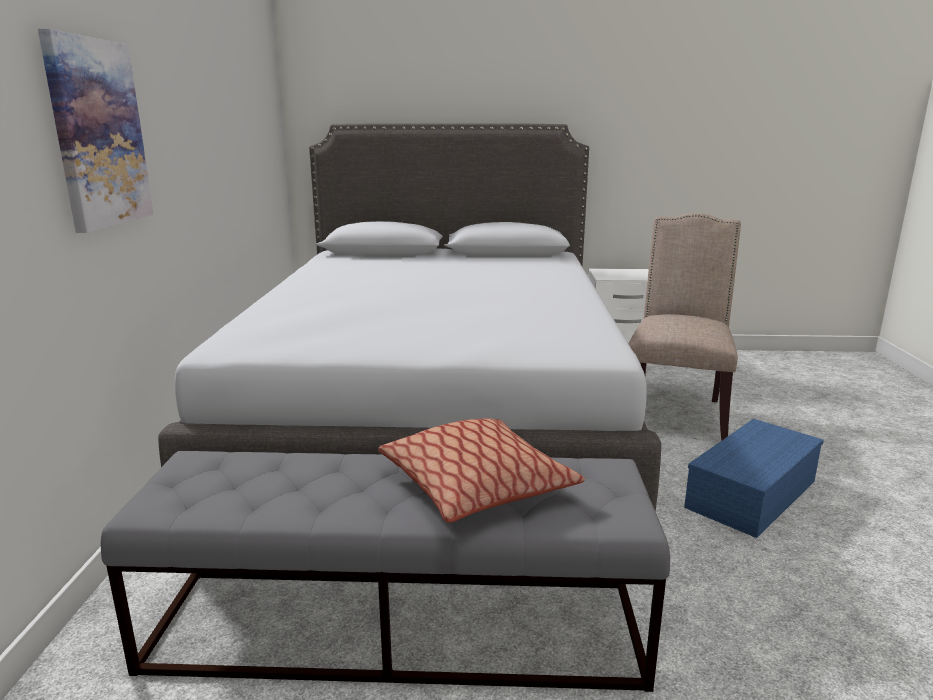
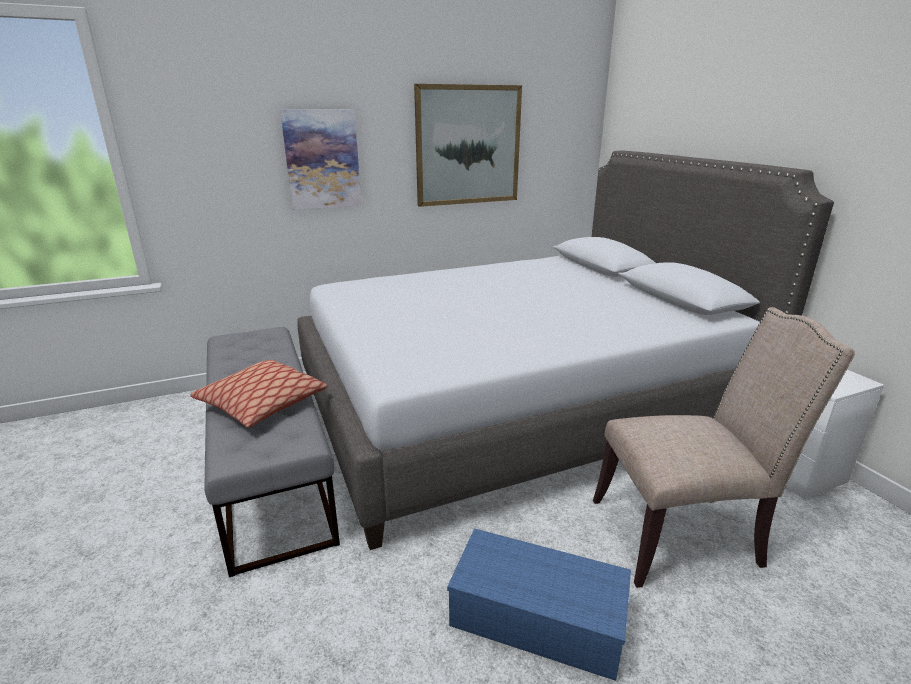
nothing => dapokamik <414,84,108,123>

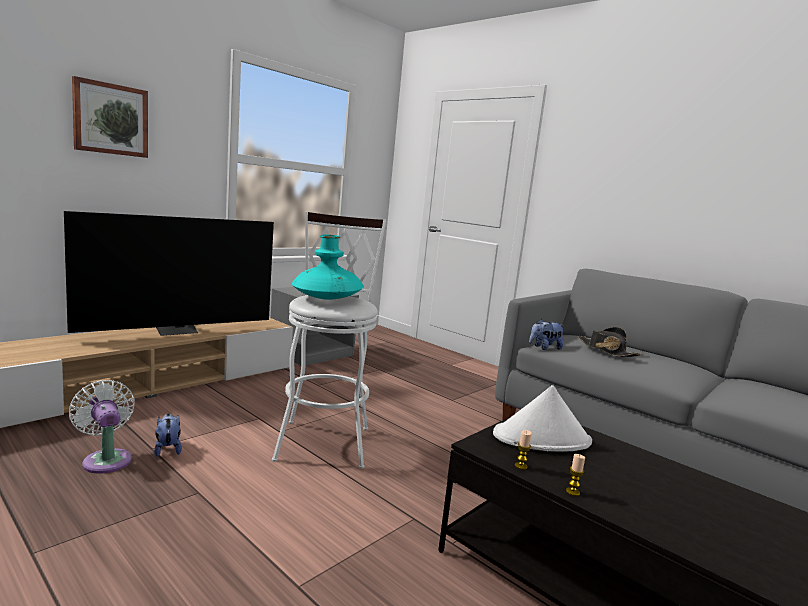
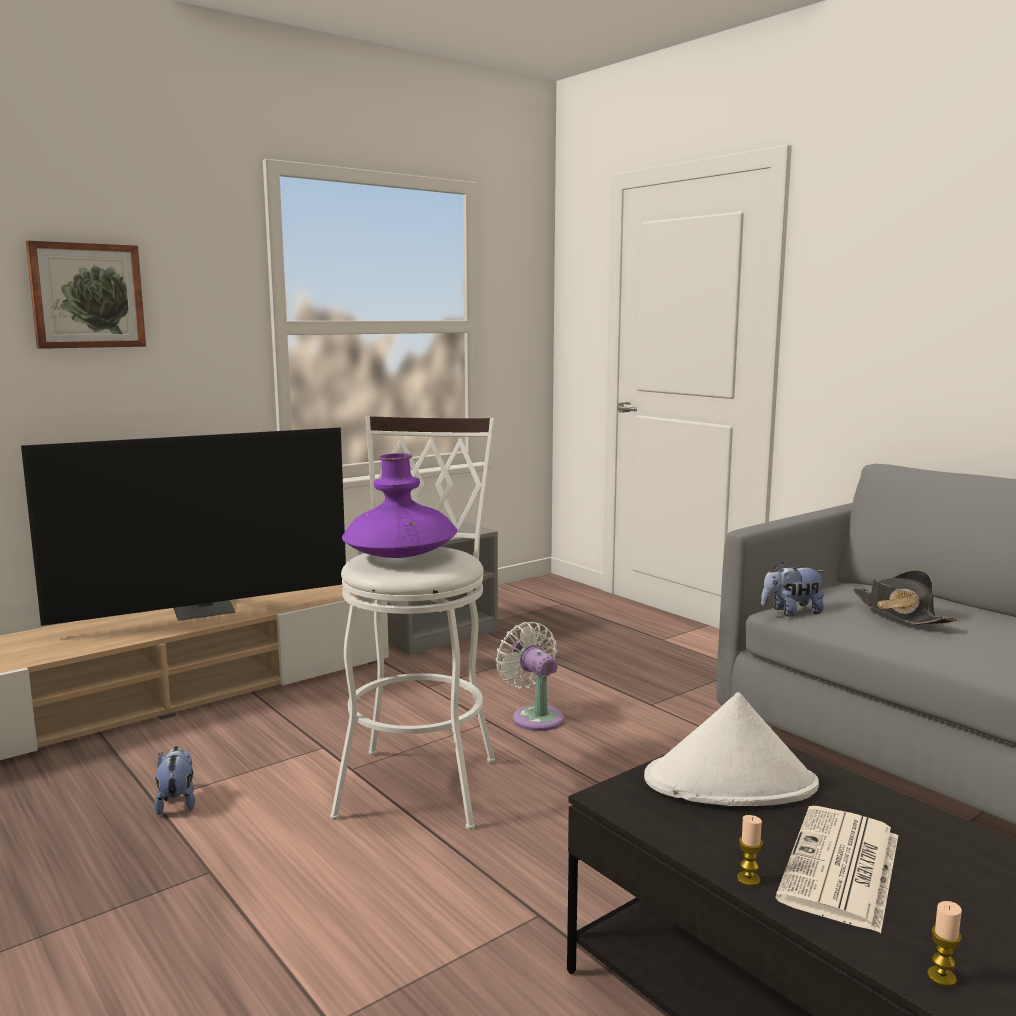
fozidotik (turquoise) <292,235,72,65> => fozidotik (purple) <342,453,115,105>
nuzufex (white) <69,380,66,94> => nuzufex (white) <496,622,68,109>, shifted
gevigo <515,430,17,40> => gevigo <927,901,35,86>, shifted
nothing => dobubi <775,806,124,127>

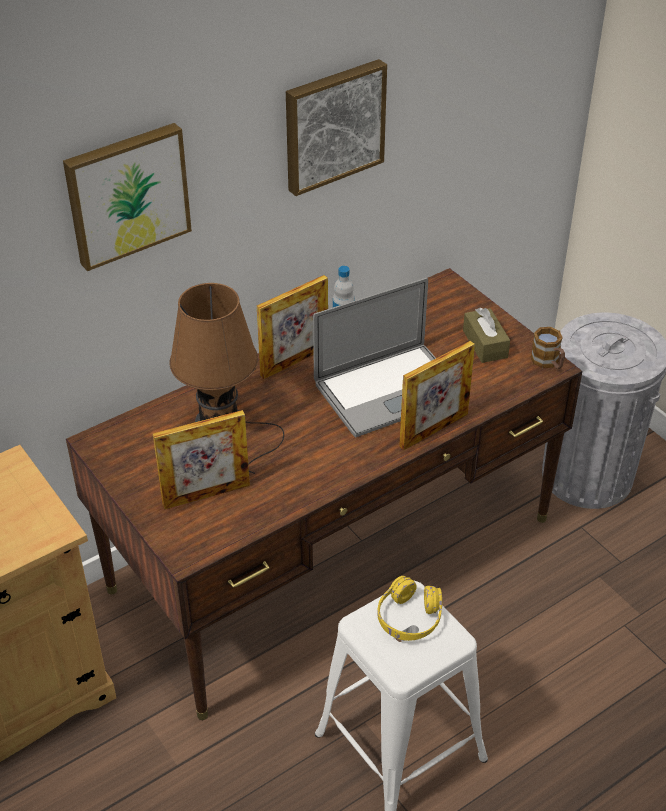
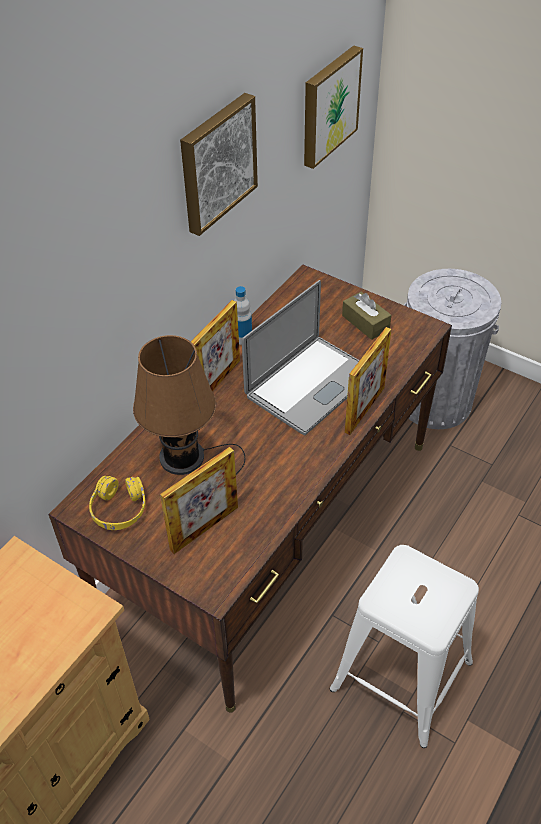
dapokamik <63,123,129,148> => dapokamik <304,45,59,124>, shifted
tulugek <531,327,34,42> => nothing
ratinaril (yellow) <377,576,65,65> => ratinaril (yellow) <89,476,57,54>, shifted

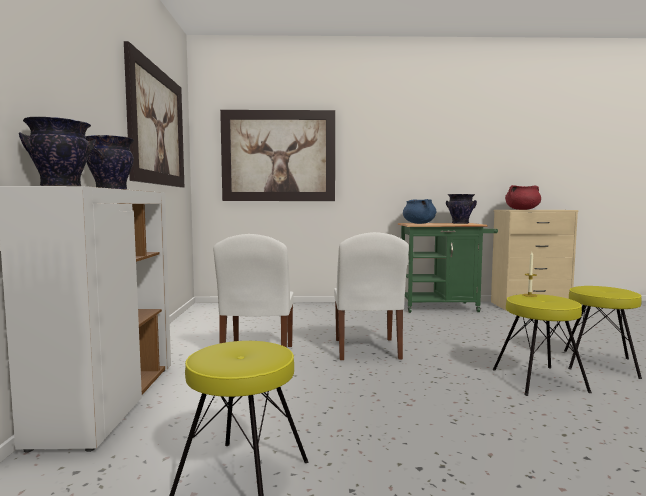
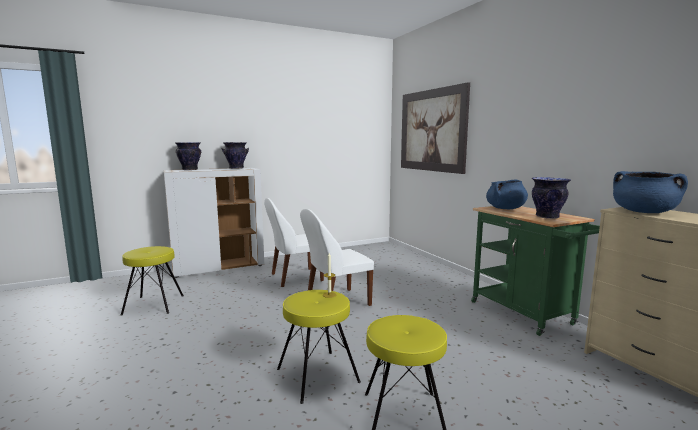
dapokamik <124,41,60,146> => nothing
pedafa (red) <505,185,36,25> => pedafa (blue) <613,171,75,42>

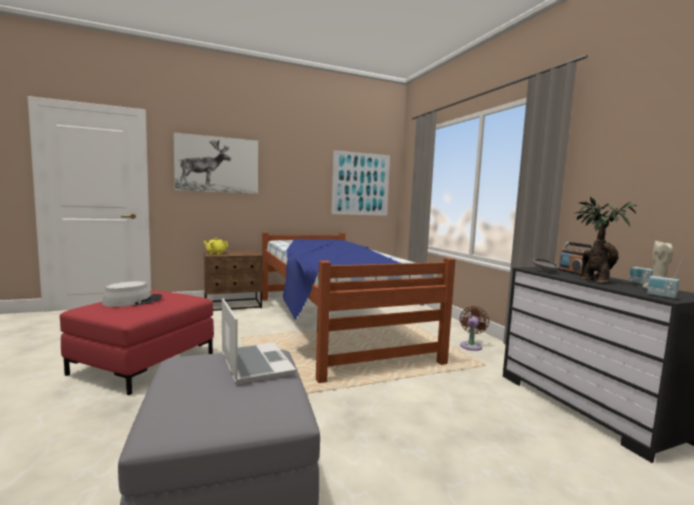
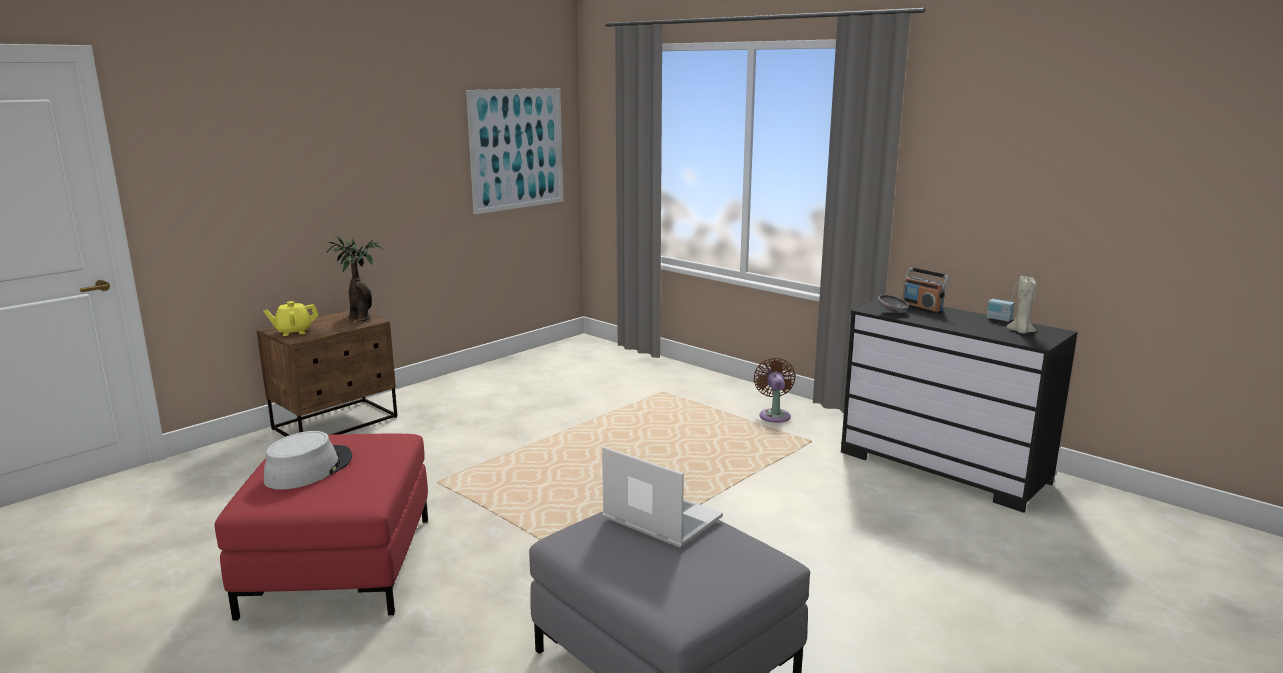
dapokamik <173,133,85,61> => nothing
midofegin <574,197,64,86> => midofegin <326,236,57,86>, shifted
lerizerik <262,232,193,151> => nothing
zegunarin <647,259,36,40> => nothing

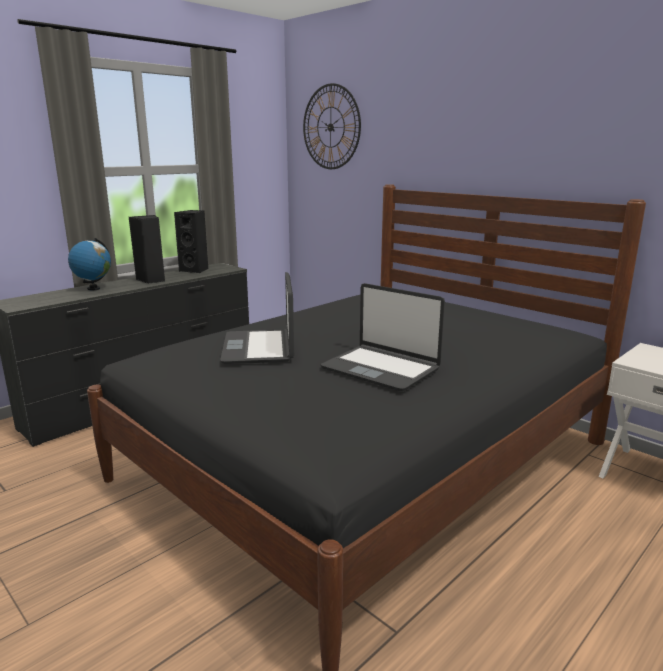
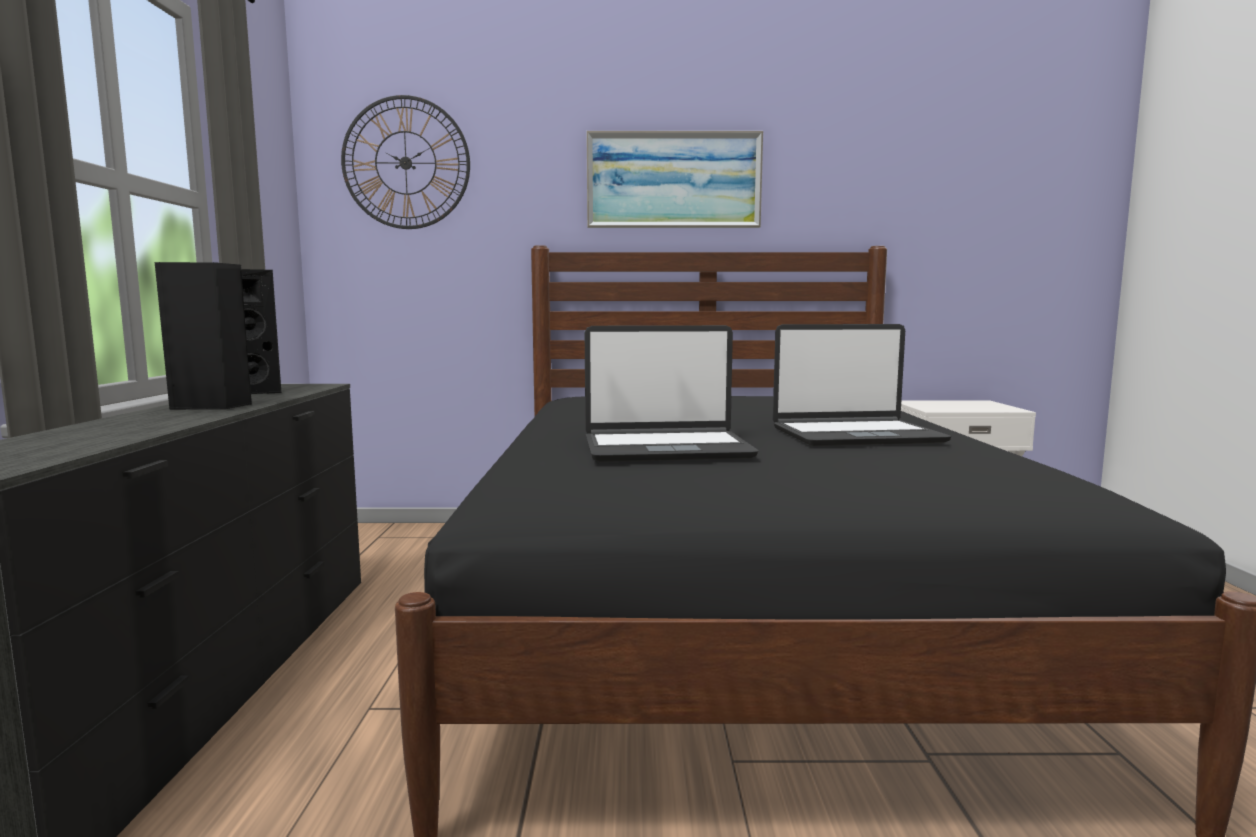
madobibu <68,238,43,52> => nothing
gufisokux <220,272,74,92> => gufisokux <585,325,173,137>, 45 degrees counterclockwise
nothing => dapokamik <586,131,177,97>

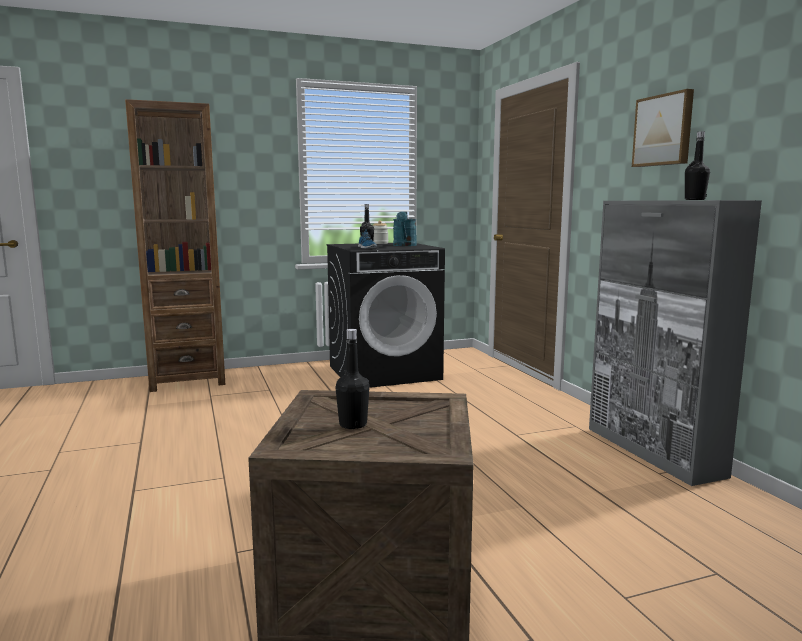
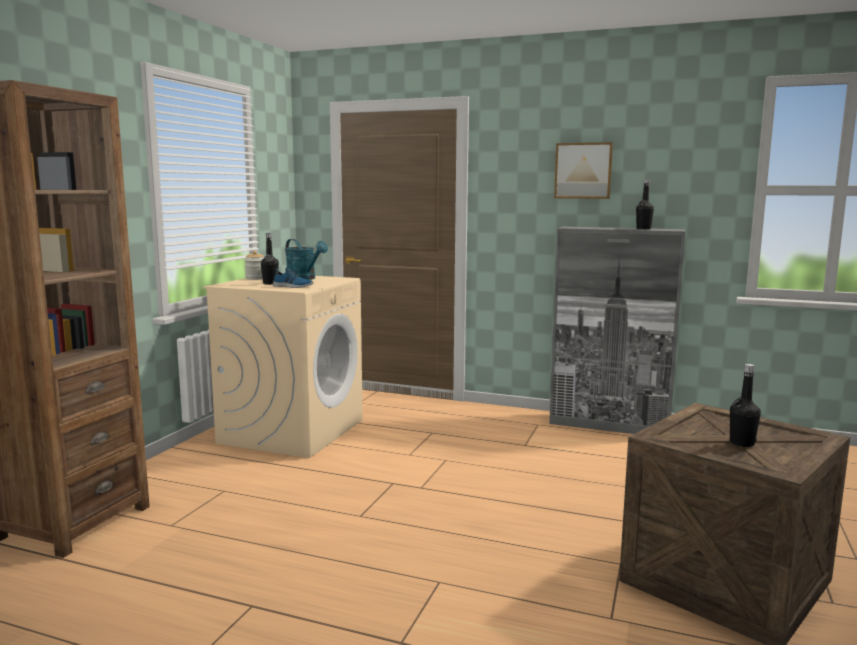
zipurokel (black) <327,243,118,145> => zipurokel (beige) <203,276,160,182>

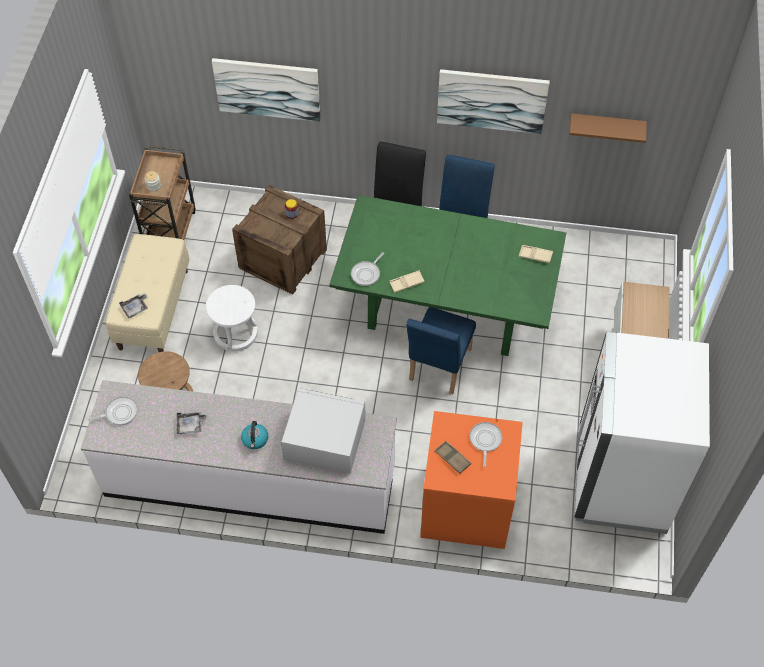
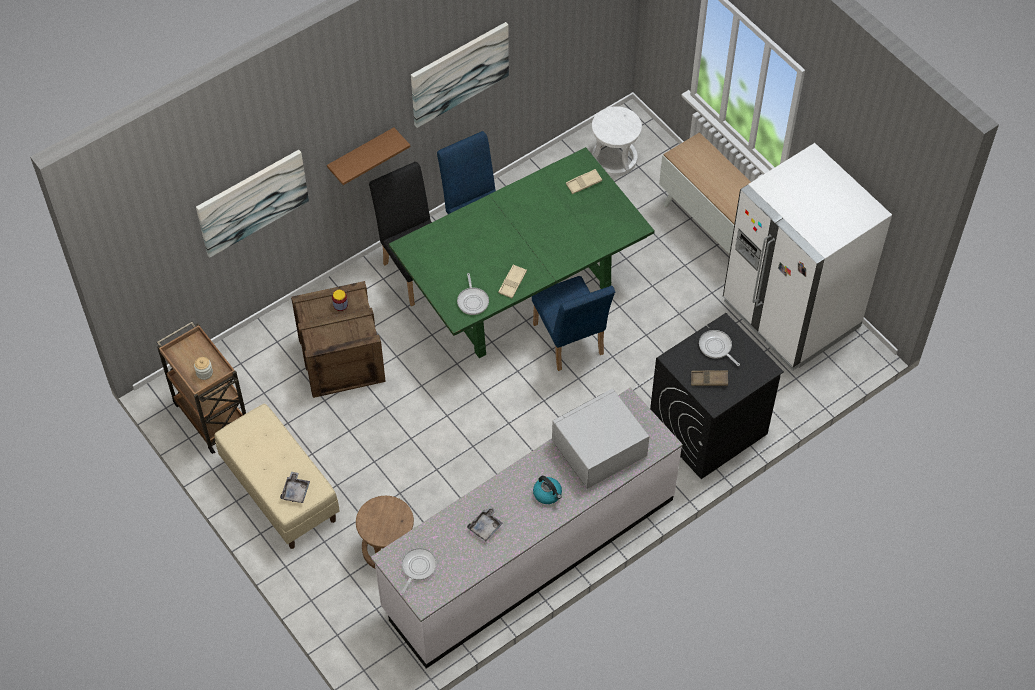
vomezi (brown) <569,113,78,30> => vomezi (brown) <327,127,83,58>, shifted
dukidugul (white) <206,285,52,67> => dukidugul (white) <592,106,50,71>, shifted
zipurokel (orange) <420,411,103,138> => zipurokel (black) <650,313,134,166>

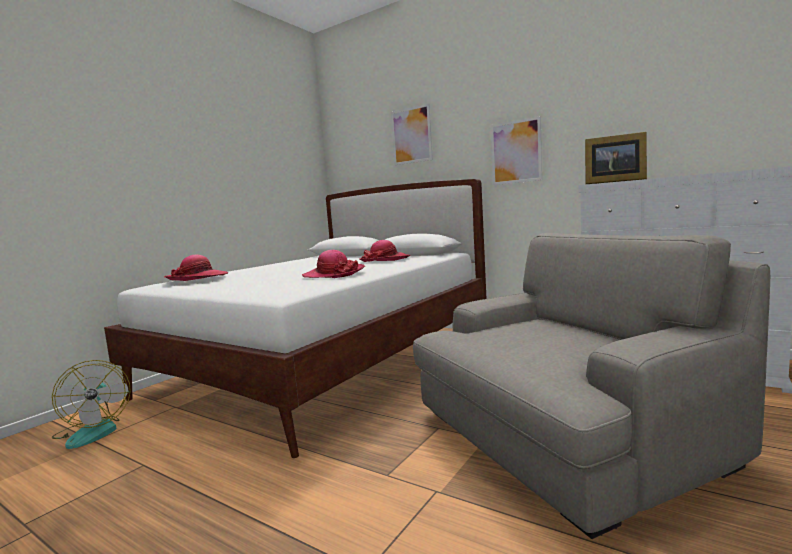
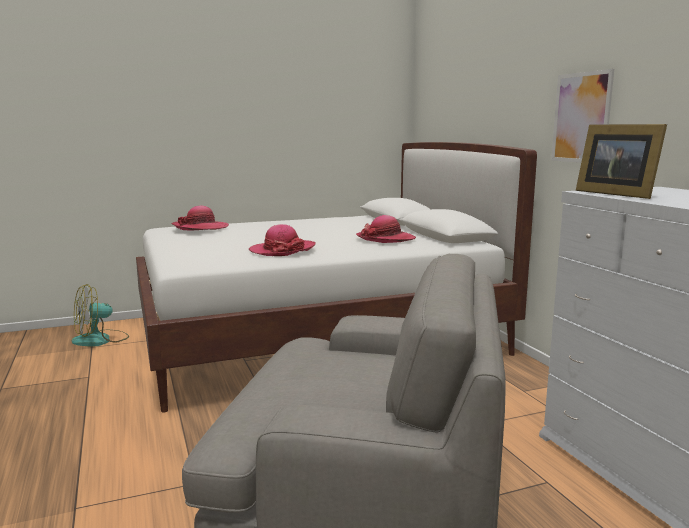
dapokamik <391,103,42,62> => nothing
nuzufex <52,360,79,89> => nuzufex <72,284,57,62>, 45 degrees clockwise

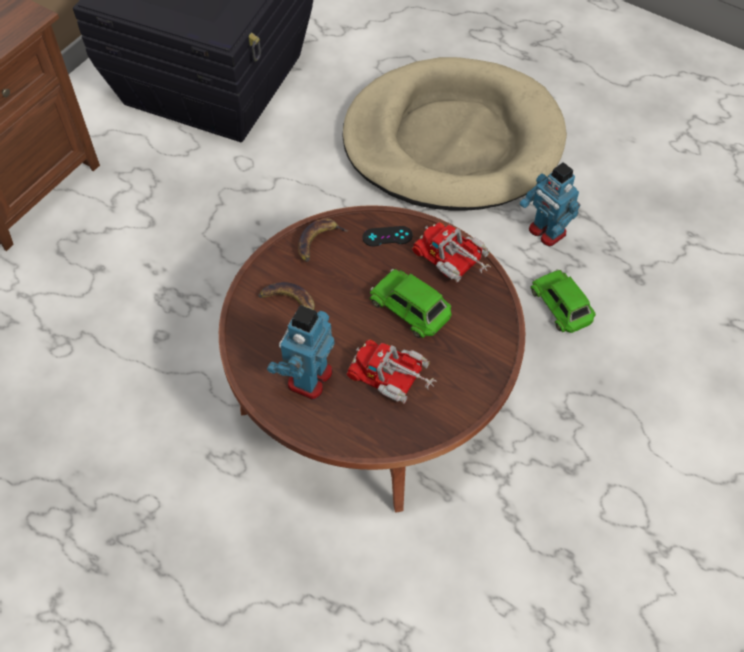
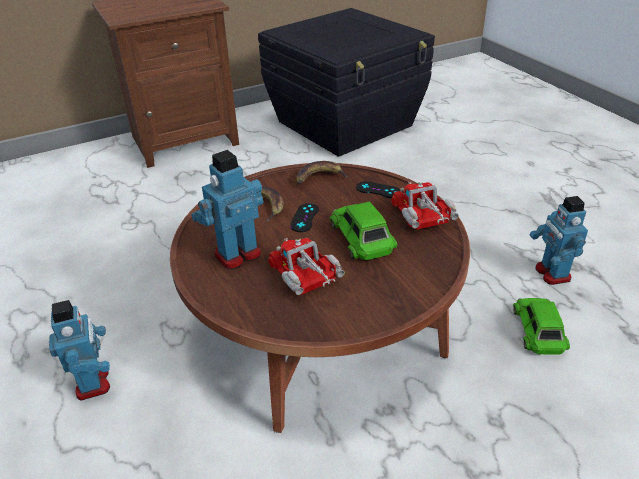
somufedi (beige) <342,57,225,154> => nothing
nothing => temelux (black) <290,203,29,29>
nothing => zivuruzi <49,300,61,101>

